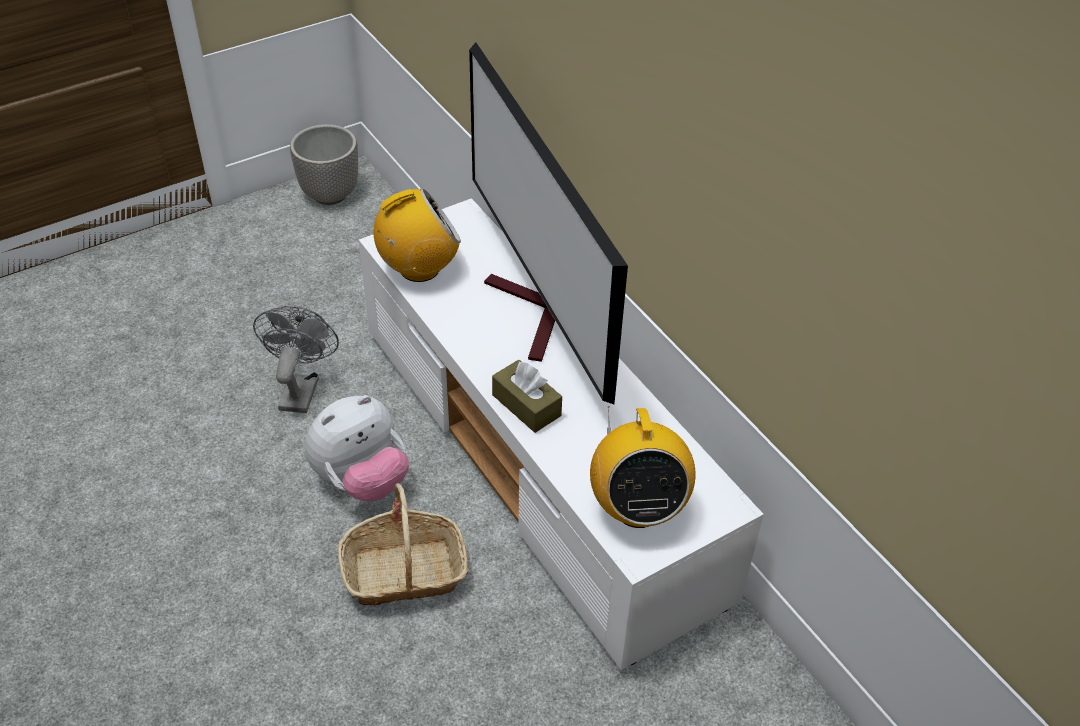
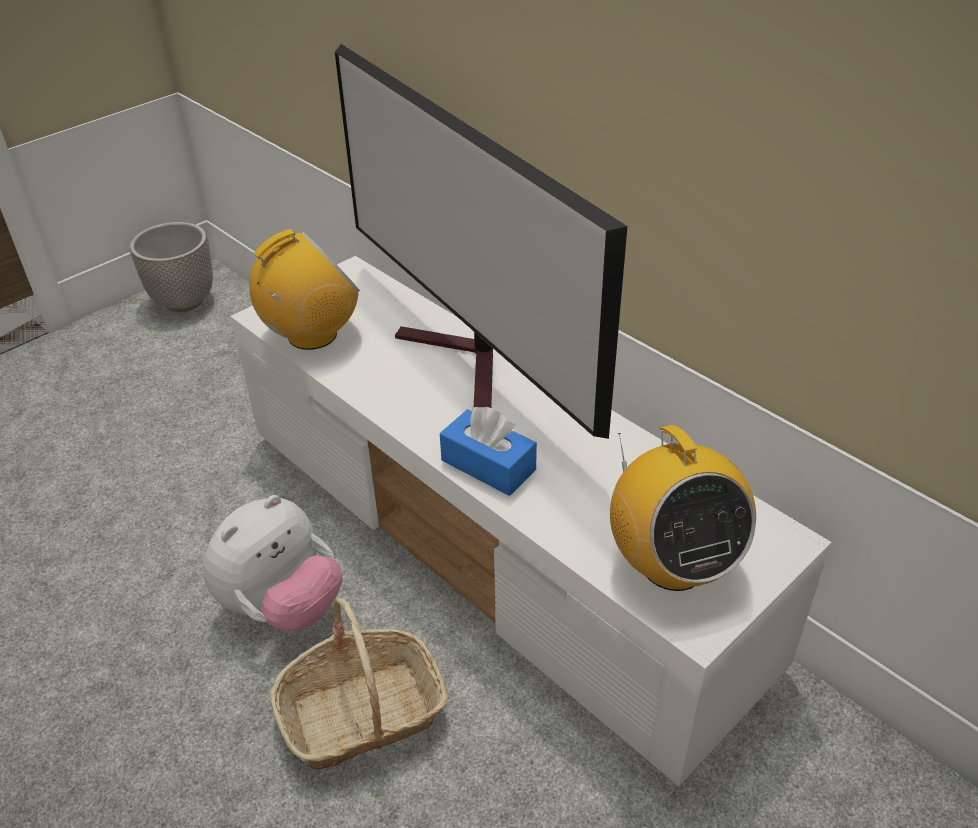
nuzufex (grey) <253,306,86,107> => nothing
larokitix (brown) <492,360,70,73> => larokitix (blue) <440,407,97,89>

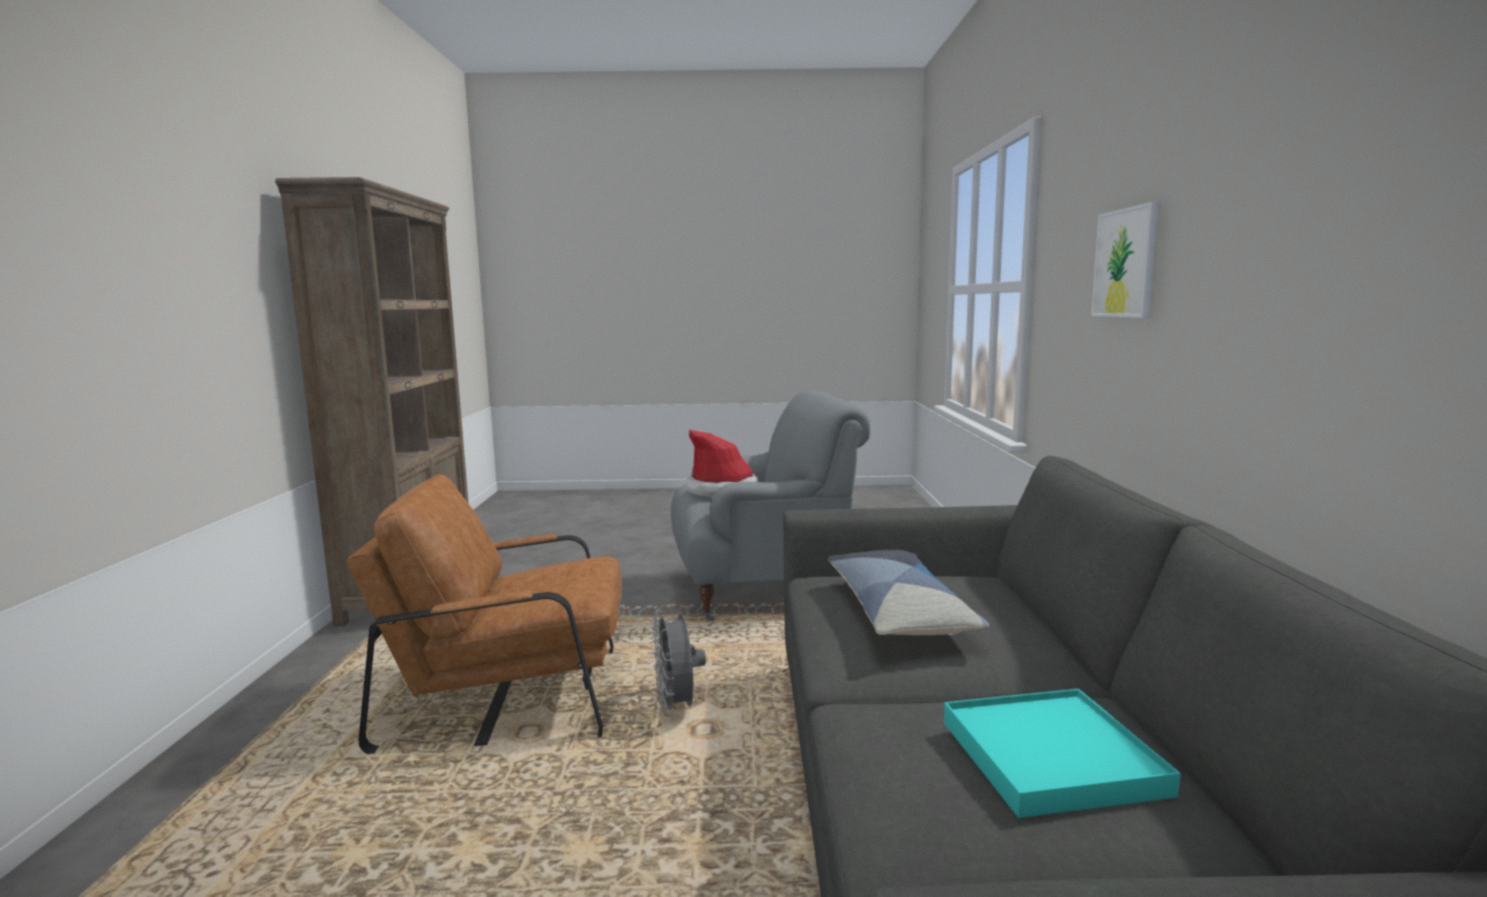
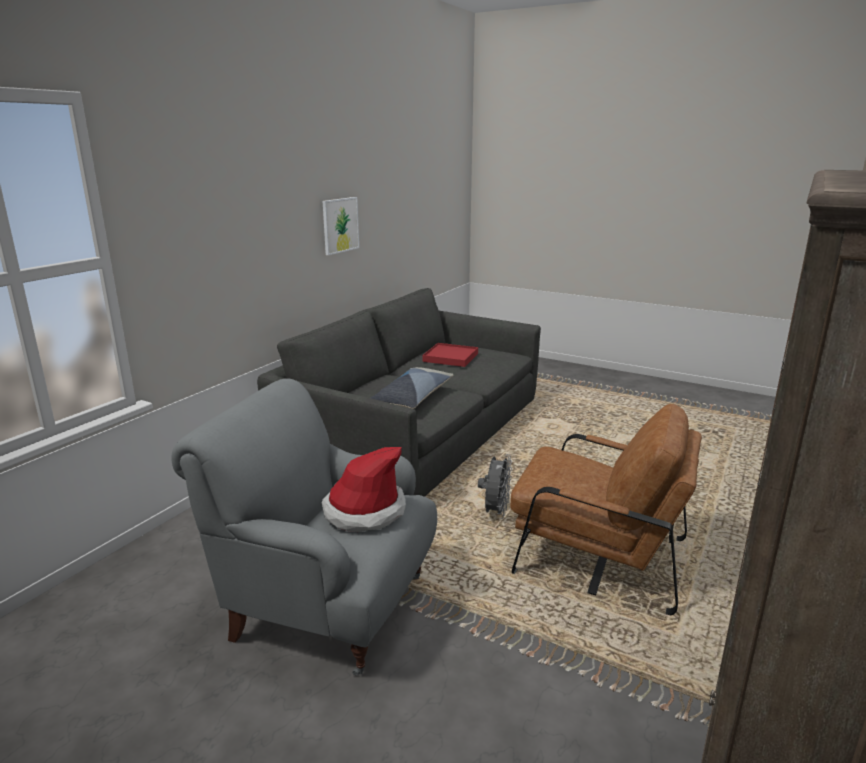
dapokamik <1091,202,68,116> => dapokamik <323,197,36,58>, shifted
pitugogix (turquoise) <944,689,237,129> => pitugogix (red) <422,343,56,24>

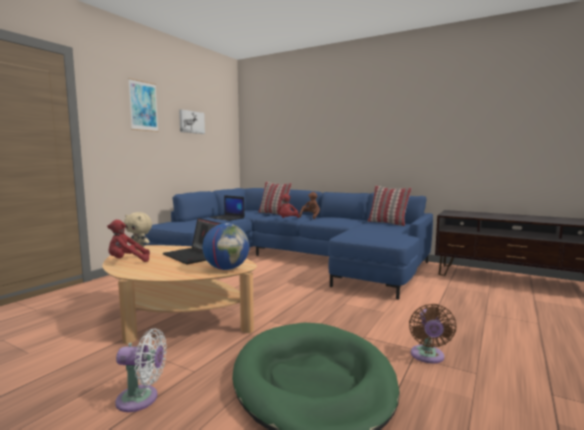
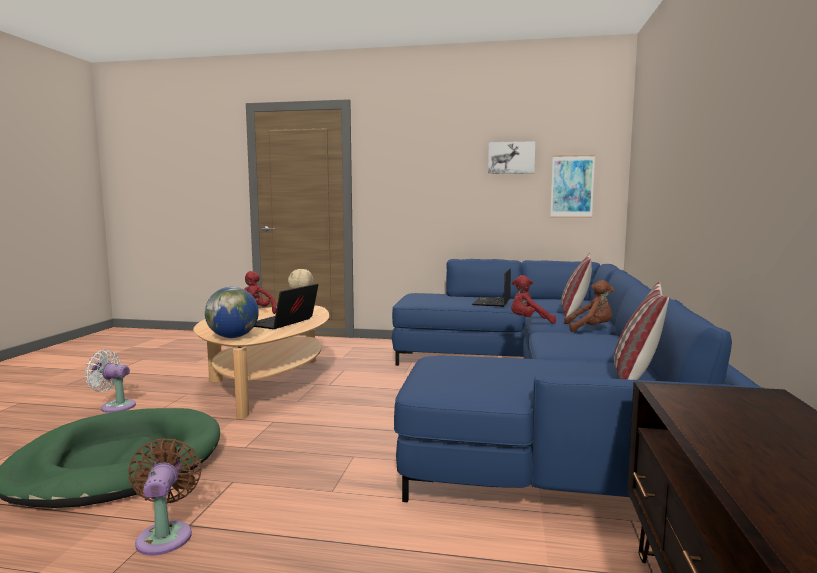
dapokamik <128,78,31,54> => dapokamik <550,155,45,63>, shifted
nuzufex (brown) <409,304,47,59> => nuzufex (brown) <128,438,74,117>, 90 degrees clockwise
nuzufex (white) <115,329,52,83> => nuzufex (white) <85,350,51,63>, 120 degrees clockwise

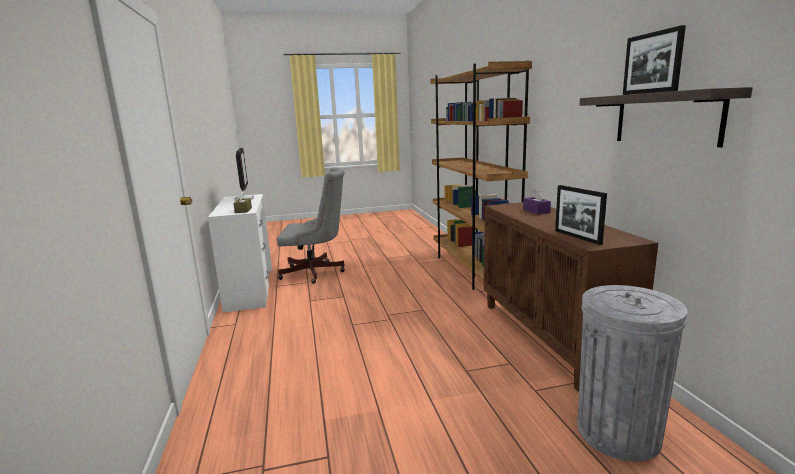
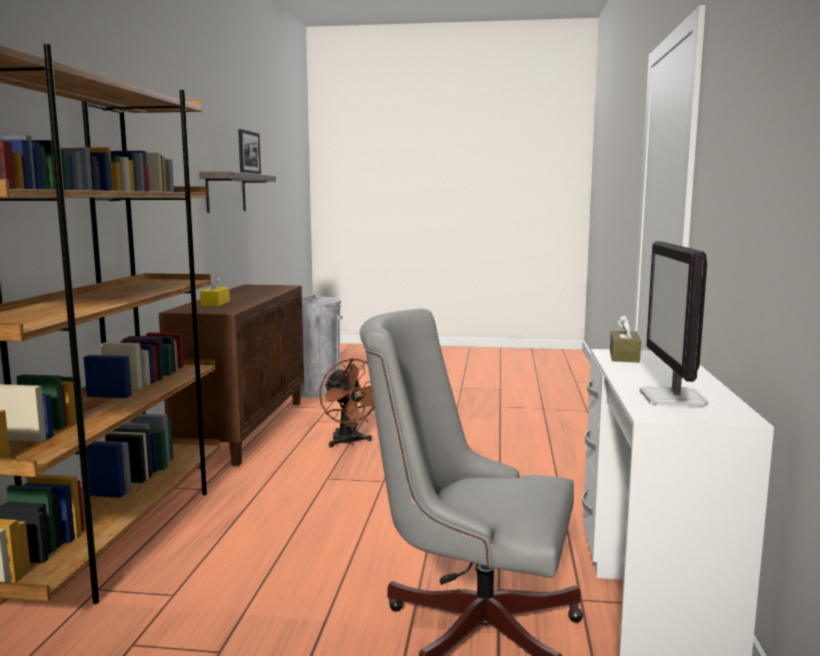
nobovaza <555,185,52,60> => nothing
larokitix (purple) <523,188,28,26> => larokitix (yellow) <200,275,30,31>
nothing => nuzufex (brown) <319,358,55,90>

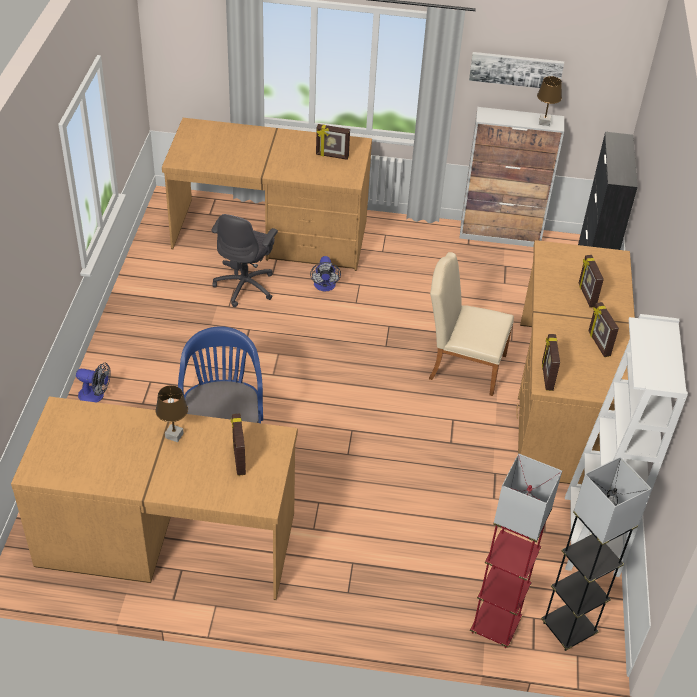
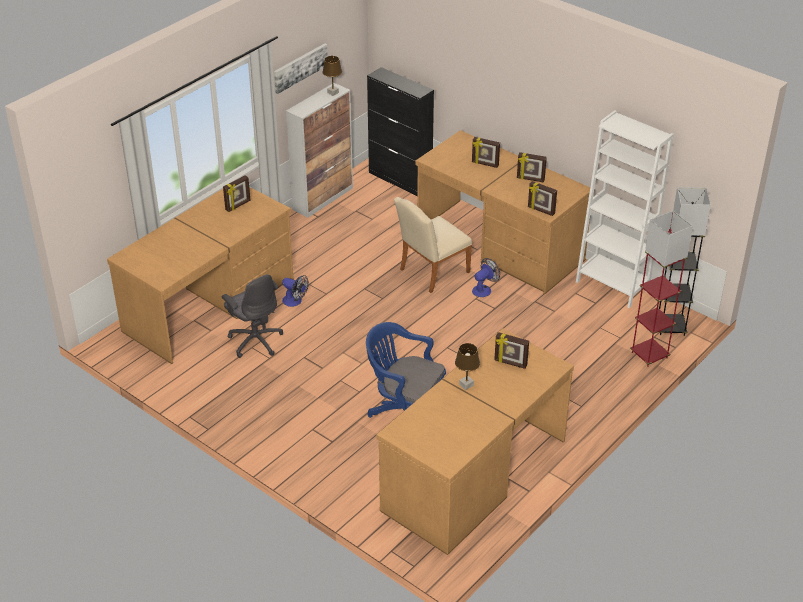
nuzufex <76,363,35,39> => nuzufex <472,258,28,39>, shifted

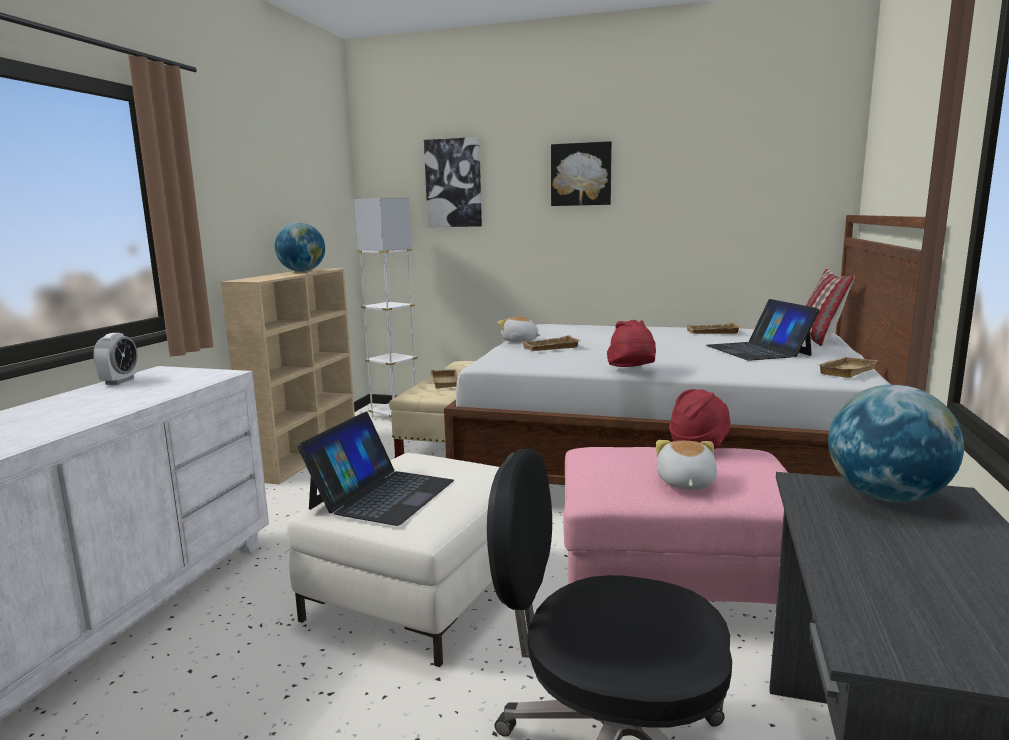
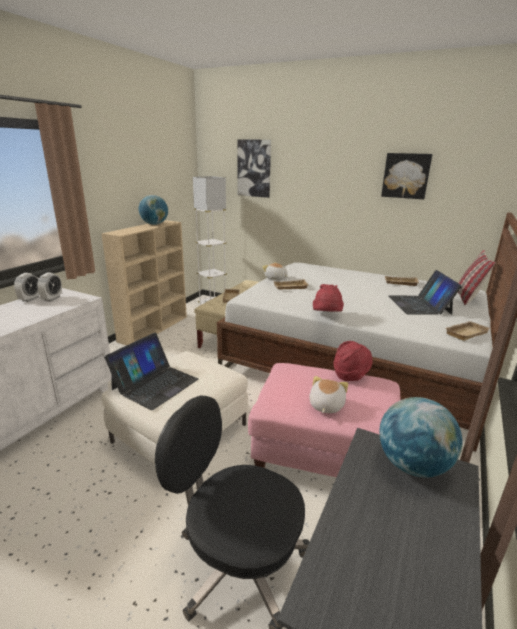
dapokamik <551,141,61,65> => dapokamik <381,153,52,46>, shifted
nothing => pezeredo <37,272,25,30>

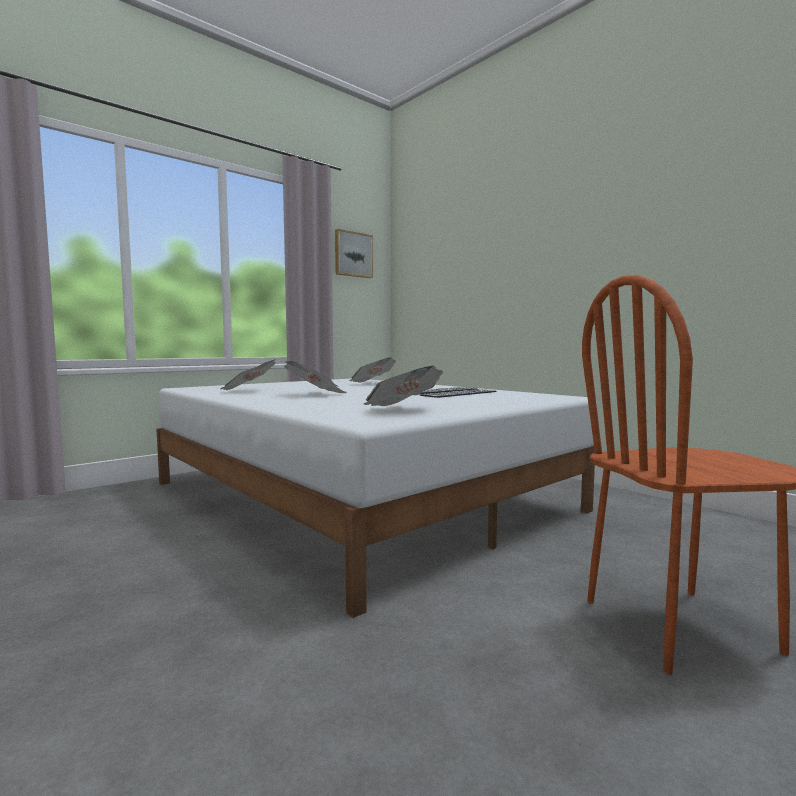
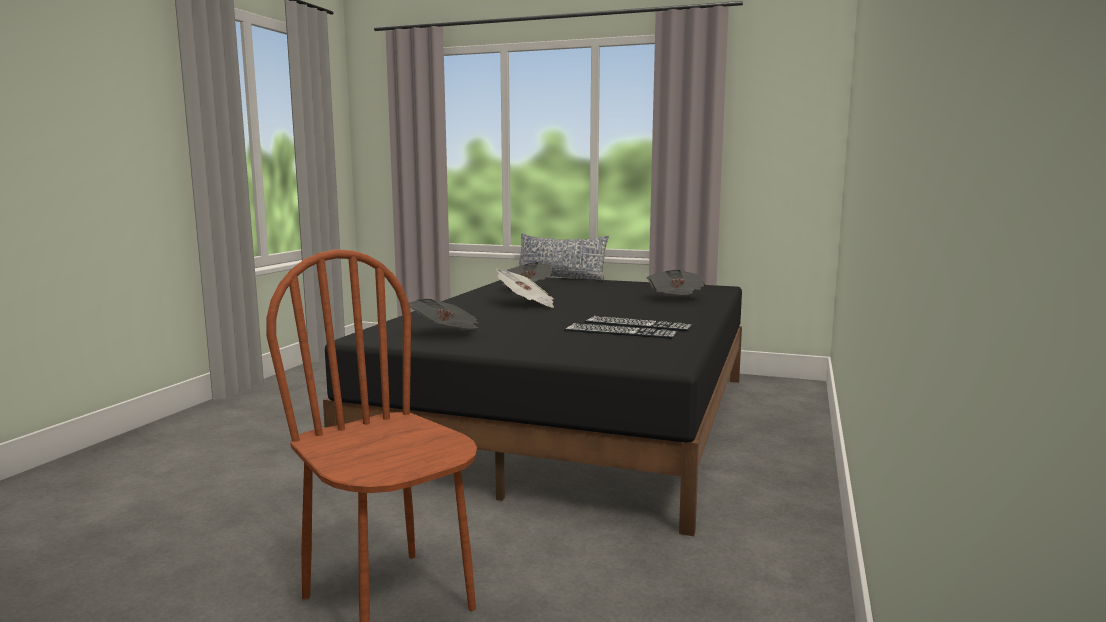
dapokamik <335,229,38,49> => nothing
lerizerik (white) <156,379,441,239> => lerizerik (black) <323,277,419,259>
nothing => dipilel <519,233,90,48>

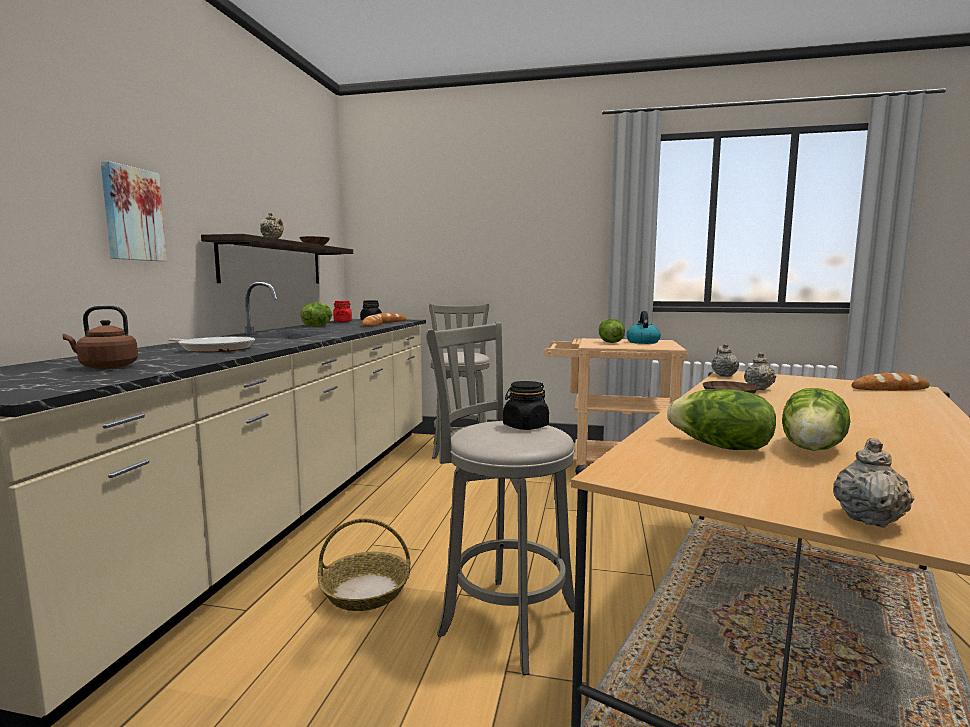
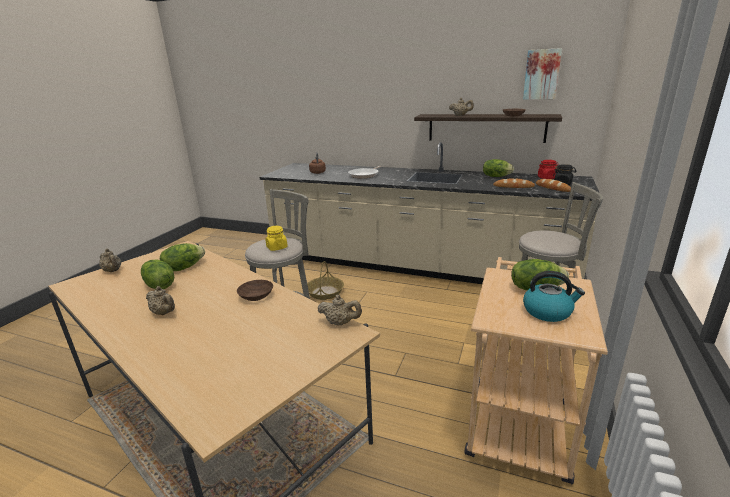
dapokamik <101,161,66,100> => dapokamik <523,48,39,51>, shifted
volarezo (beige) <744,352,33,38> => volarezo (beige) <146,286,29,29>, shifted
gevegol <852,373,77,18> => nothing
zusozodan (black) <503,381,46,49> => zusozodan (yellow) <265,226,23,25>

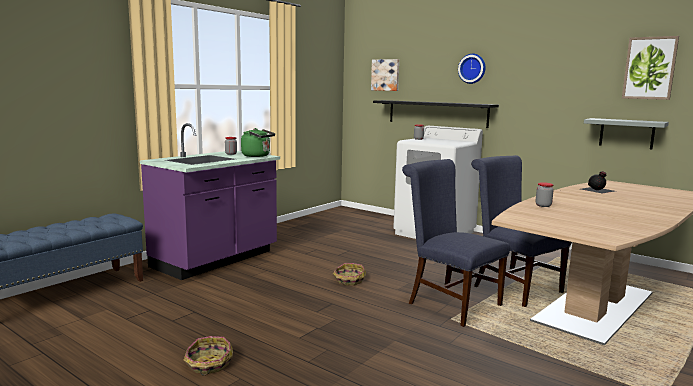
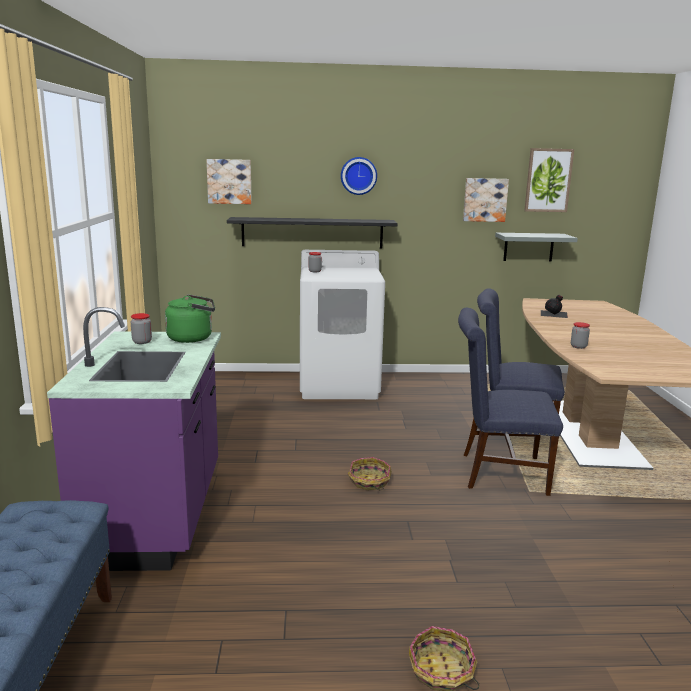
nothing => dapokamik <463,178,46,44>

